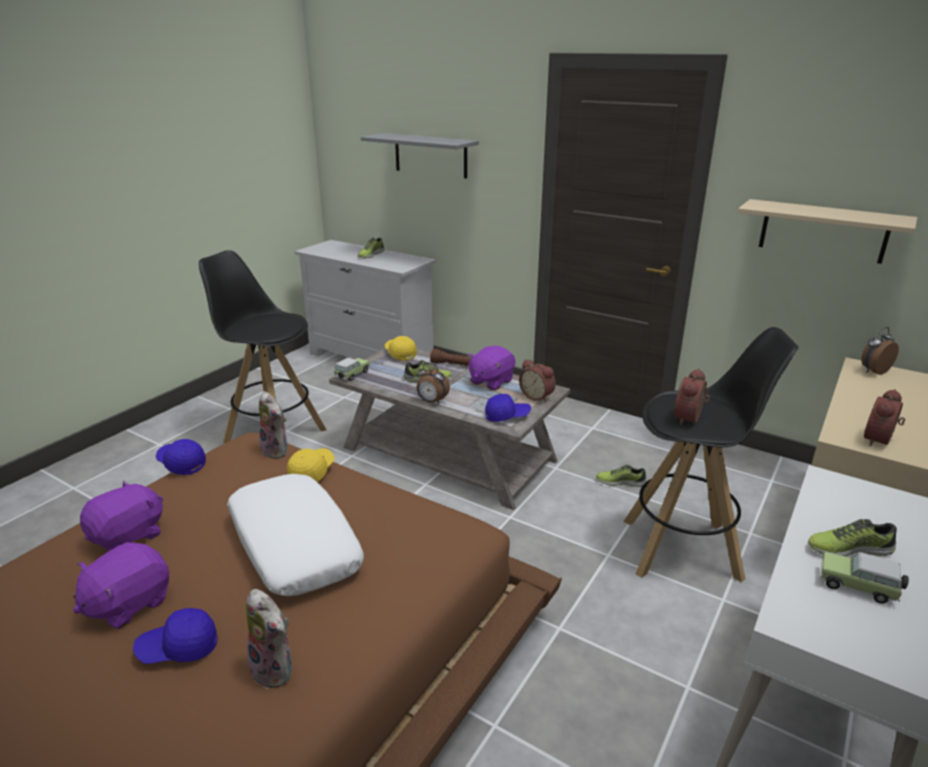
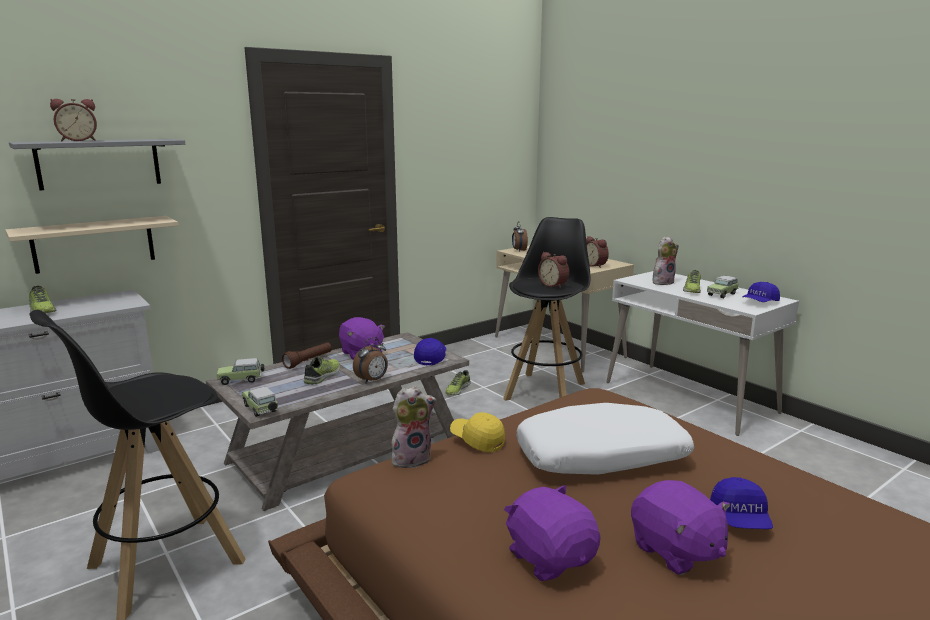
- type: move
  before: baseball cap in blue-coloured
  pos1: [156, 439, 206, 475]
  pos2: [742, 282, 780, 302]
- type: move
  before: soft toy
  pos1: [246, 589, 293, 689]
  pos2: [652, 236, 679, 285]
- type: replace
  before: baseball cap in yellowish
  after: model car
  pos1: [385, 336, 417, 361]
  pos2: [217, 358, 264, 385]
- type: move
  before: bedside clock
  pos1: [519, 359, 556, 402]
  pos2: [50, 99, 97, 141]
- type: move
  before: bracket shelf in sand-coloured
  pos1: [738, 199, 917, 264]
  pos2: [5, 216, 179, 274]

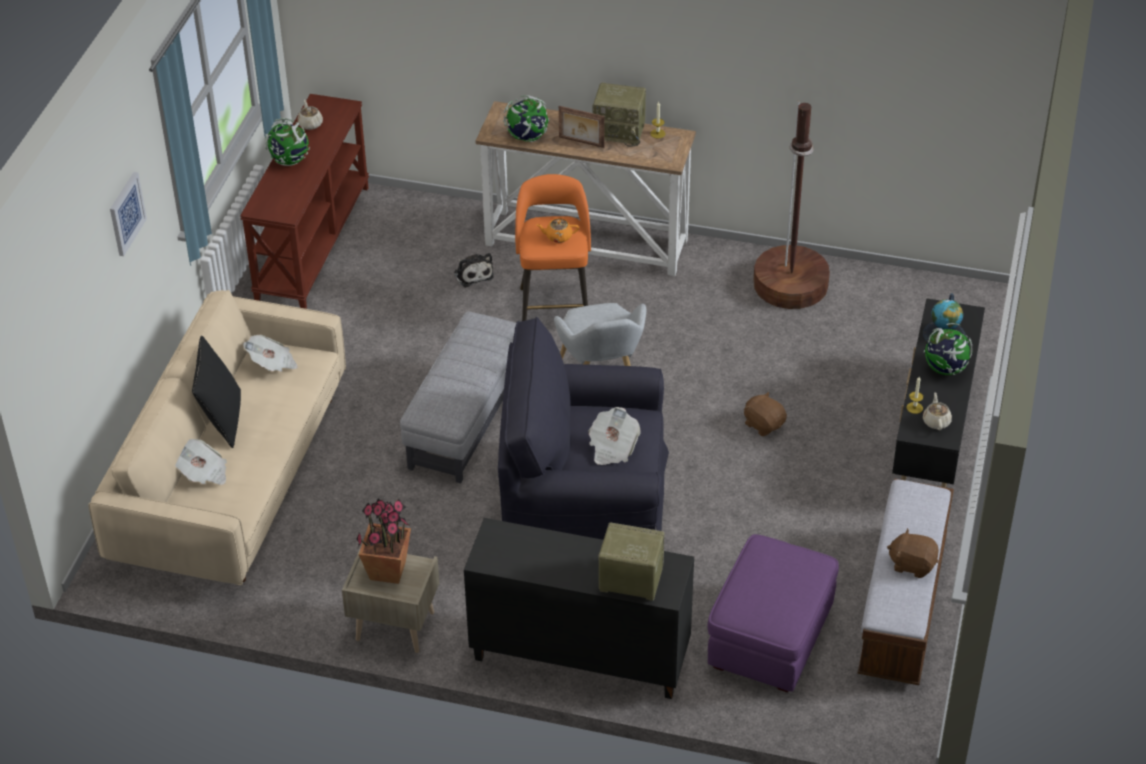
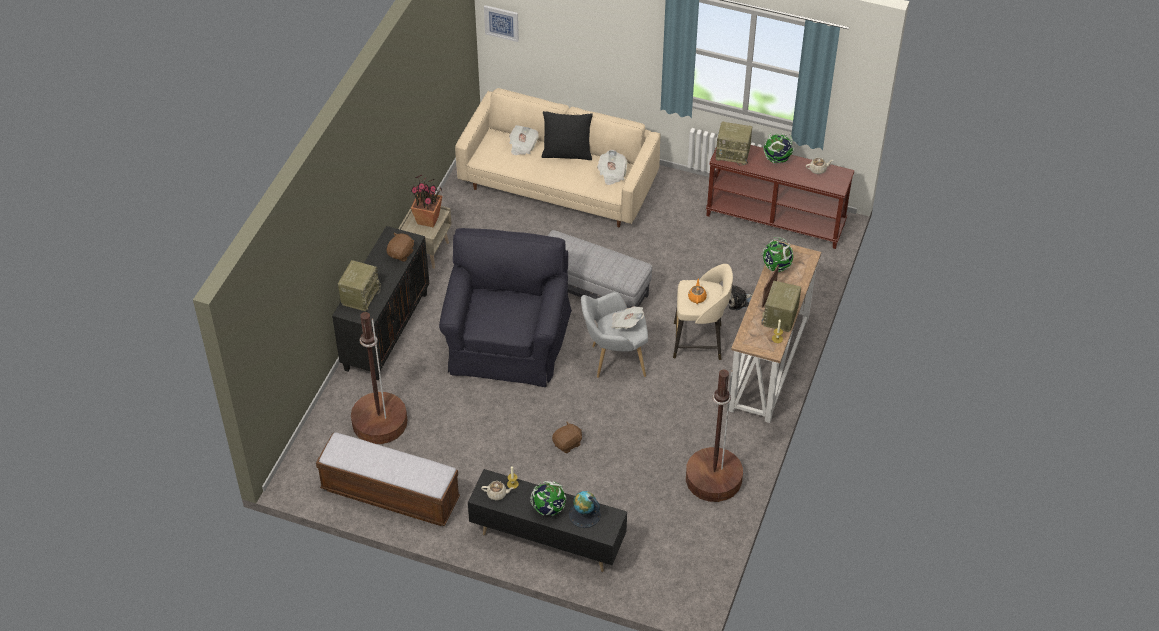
- type: move
  before: wall picture
  pos1: [110, 172, 147, 256]
  pos2: [484, 5, 519, 42]
- type: recolor
  before: stool in orange
  after: stool in sand-coloured
  pos1: [515, 174, 591, 321]
  pos2: [673, 264, 733, 360]
- type: move
  before: printed paper
  pos1: [589, 407, 641, 465]
  pos2: [612, 306, 644, 329]
- type: replace
  before: footrest in purple
  after: standard lamp in brownish
  pos1: [707, 534, 839, 692]
  pos2: [351, 312, 407, 444]
- type: move
  before: soft toy in brownish
  pos1: [887, 528, 939, 578]
  pos2: [386, 233, 414, 262]
- type: insert
  after: radio
  pos2: [716, 121, 752, 166]

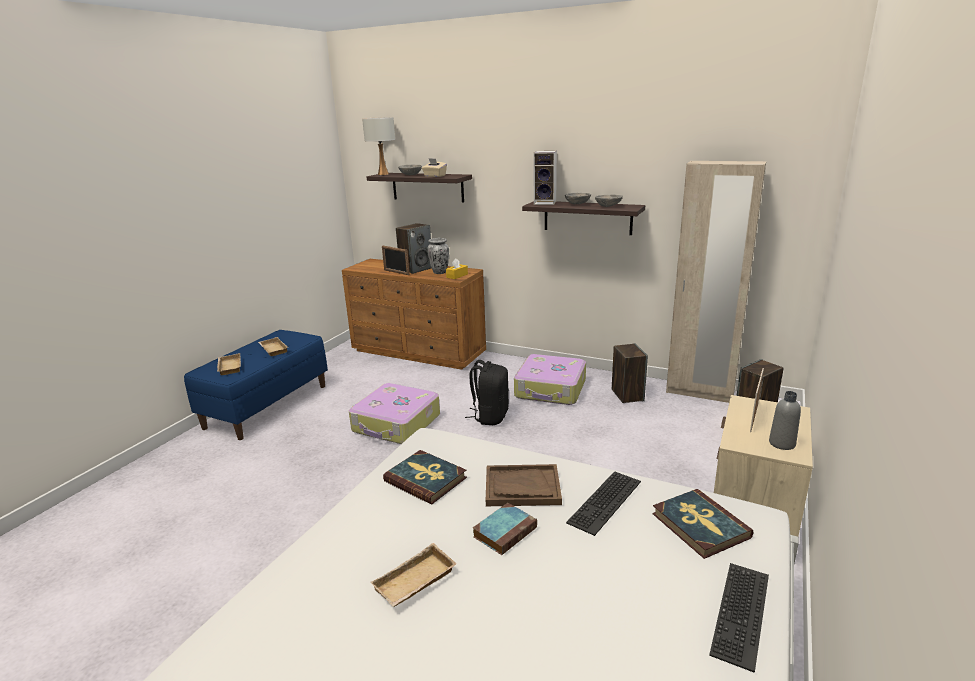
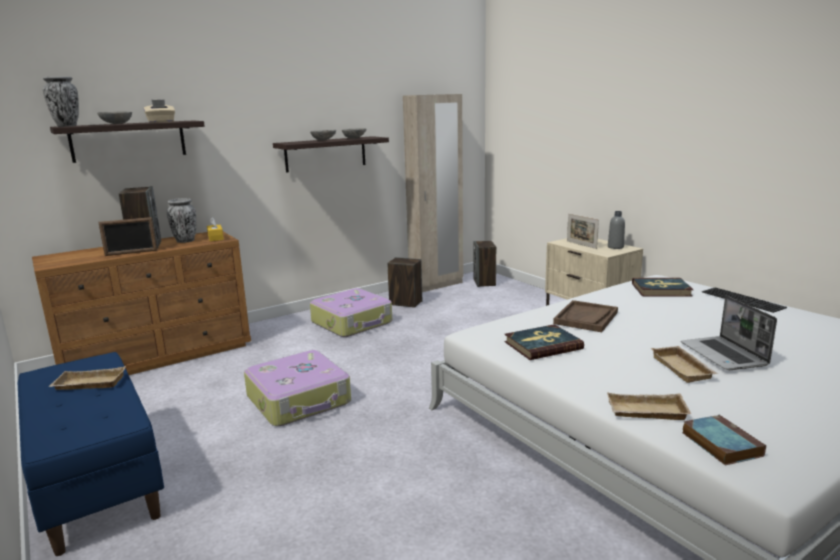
- type: move
  before: carrying tray in sand-coloured
  pos1: [217, 353, 241, 375]
  pos2: [607, 393, 691, 420]
- type: replace
  before: lamp for a table in whitish
  after: decorative vase
  pos1: [362, 117, 395, 175]
  pos2: [43, 76, 79, 127]
- type: delete
  before: knapsack in black
  pos1: [465, 360, 509, 425]
- type: move
  before: bound book
  pos1: [473, 503, 537, 555]
  pos2: [682, 415, 766, 465]
- type: delete
  before: speaker
  pos1: [533, 151, 557, 205]
- type: delete
  before: PC keyboard
  pos1: [566, 471, 641, 536]
- type: insert
  after: portable computer
  pos2: [681, 296, 777, 370]

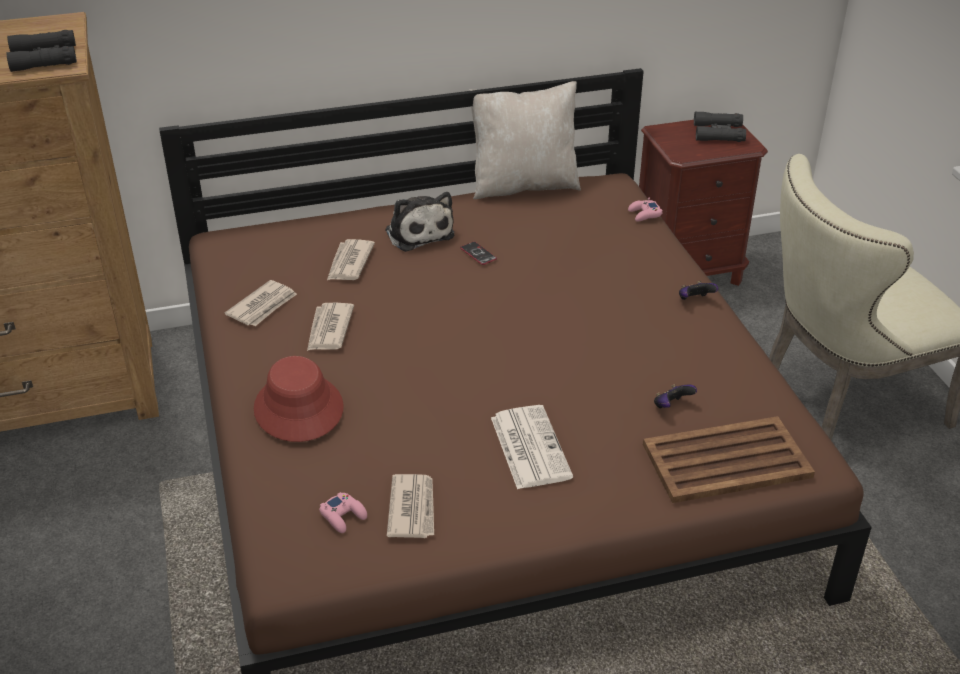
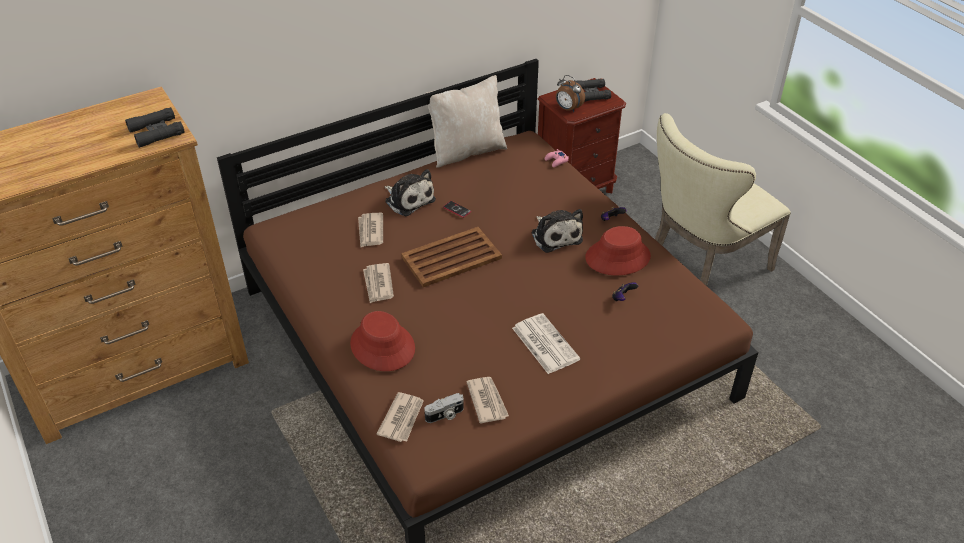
- type: move
  before: printed paper
  pos1: [225, 280, 297, 326]
  pos2: [377, 392, 424, 442]
- type: replace
  before: joypad in pink
  after: still camera
  pos1: [319, 492, 367, 533]
  pos2: [424, 393, 464, 423]
- type: move
  before: carrying tray in brownish
  pos1: [643, 416, 815, 503]
  pos2: [401, 227, 502, 287]
- type: insert
  after: soft toy
  pos2: [531, 209, 583, 253]
- type: insert
  after: bedside clock
  pos2: [555, 75, 585, 112]
- type: insert
  after: wearable hat in reddish
  pos2: [585, 226, 651, 276]

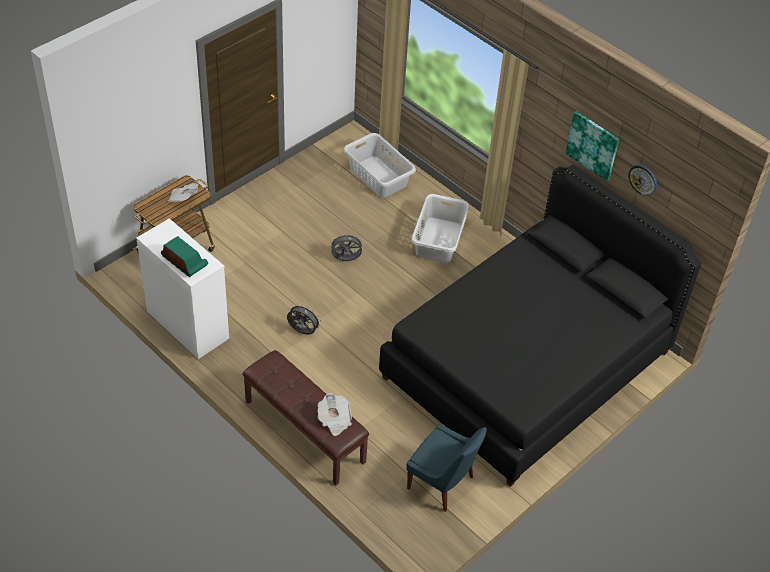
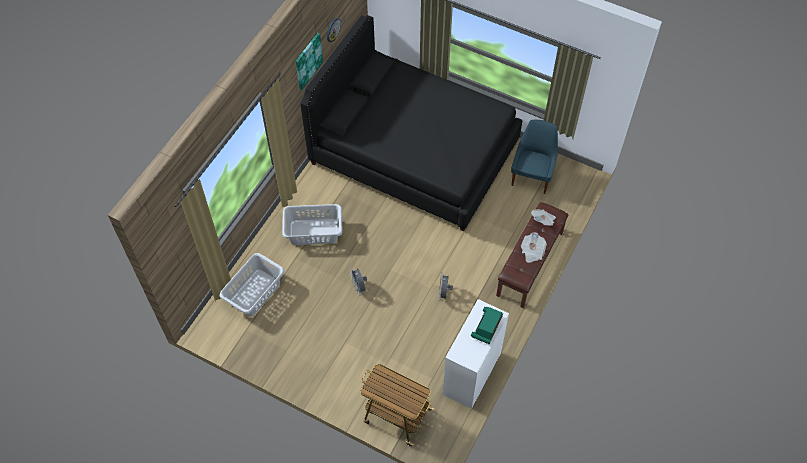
- type: move
  before: printed paper
  pos1: [168, 183, 199, 202]
  pos2: [521, 233, 547, 263]

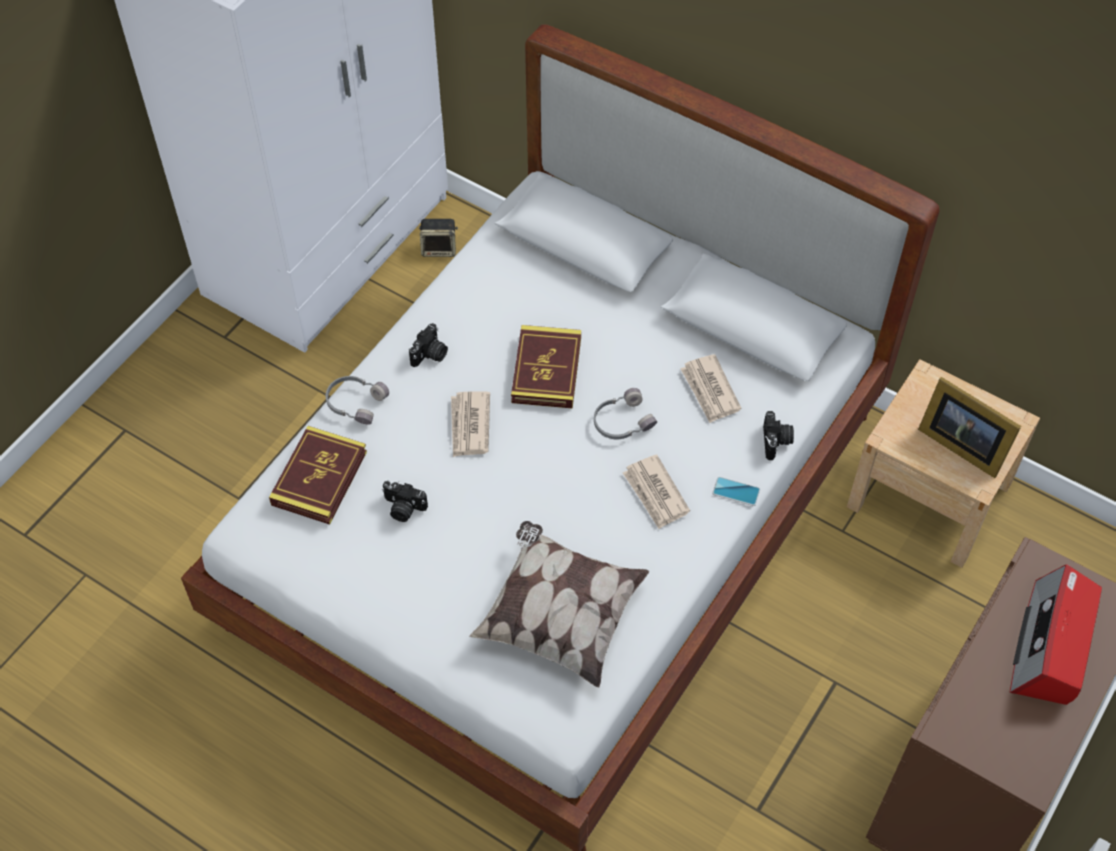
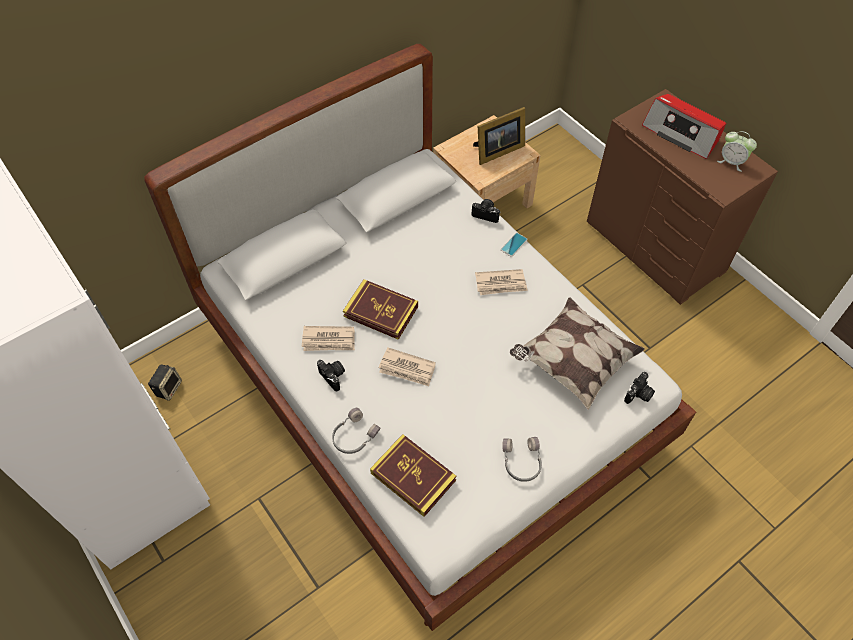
- type: move
  before: still camera
  pos1: [382, 481, 428, 522]
  pos2: [624, 372, 655, 404]
- type: move
  before: headphones in greyish
  pos1: [594, 388, 657, 439]
  pos2: [502, 437, 542, 482]
- type: move
  before: printed paper
  pos1: [681, 354, 741, 423]
  pos2: [302, 326, 355, 351]
- type: insert
  after: bedside clock
  pos2: [717, 131, 757, 172]

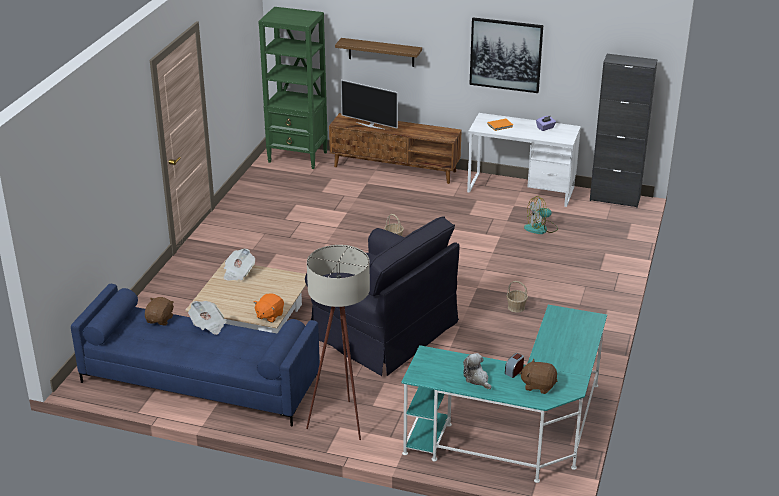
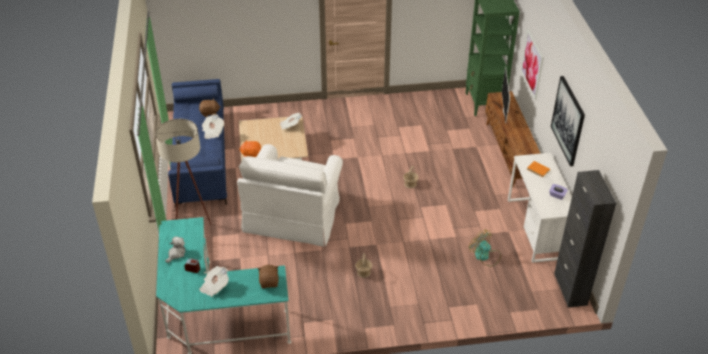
- type: recolor
  before: armchair in black
  after: armchair in whitish
  pos1: [305, 216, 460, 376]
  pos2: [237, 144, 343, 246]
- type: replace
  before: bracket shelf
  after: wall picture
  pos1: [335, 38, 422, 67]
  pos2: [521, 29, 544, 100]
- type: move
  before: soft toy in brownish
  pos1: [519, 359, 557, 394]
  pos2: [257, 265, 279, 288]
- type: insert
  after: printed paper
  pos2: [199, 266, 229, 297]

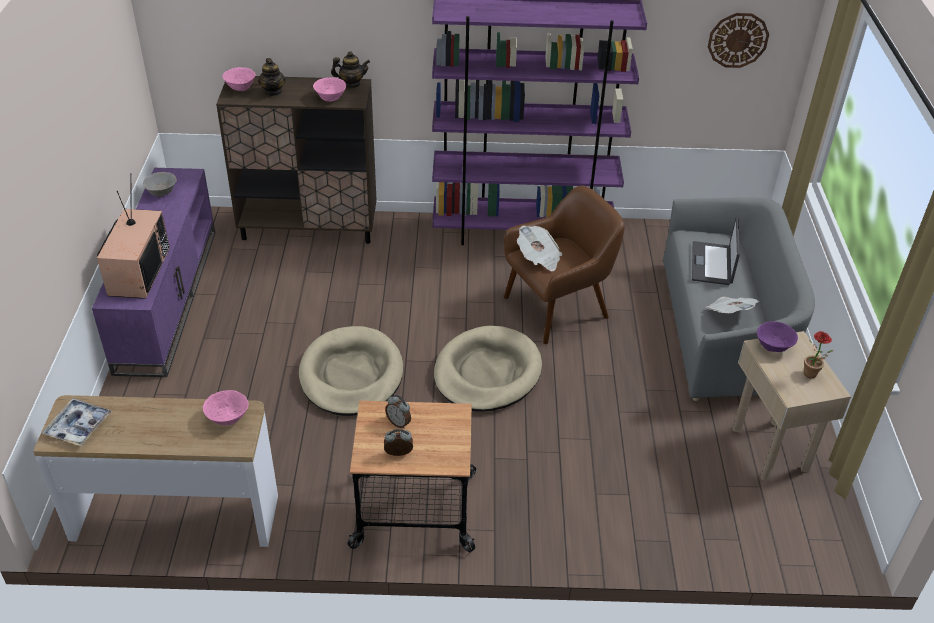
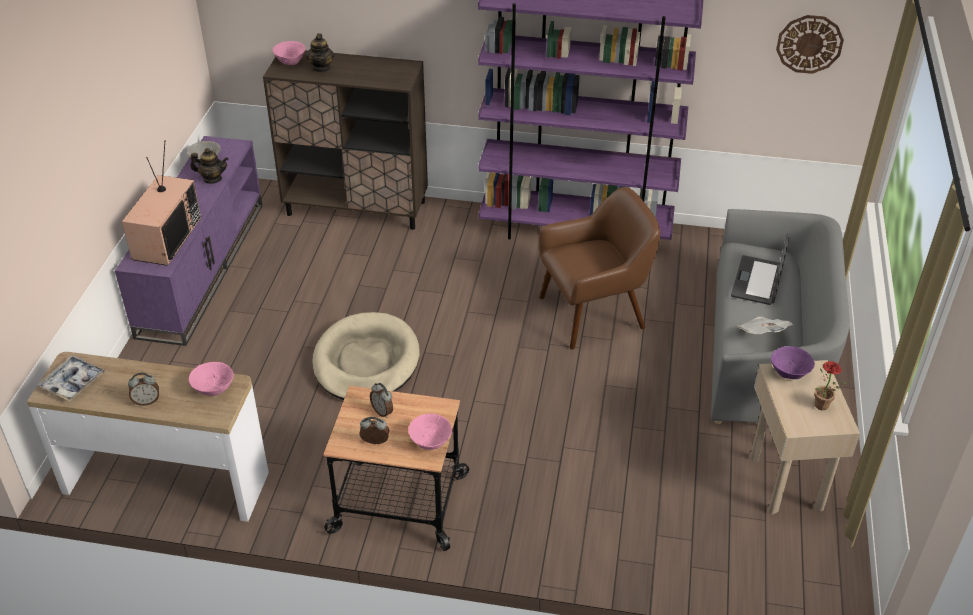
- type: move
  before: bowl in pink
  pos1: [313, 77, 346, 102]
  pos2: [408, 413, 452, 450]
- type: move
  before: teapot
  pos1: [331, 51, 370, 88]
  pos2: [190, 148, 228, 184]
- type: delete
  before: dog cushion in sand-coloured
  pos1: [434, 326, 542, 412]
- type: delete
  before: printed paper
  pos1: [517, 226, 562, 271]
- type: insert
  after: bedside clock
  pos2: [128, 373, 159, 406]

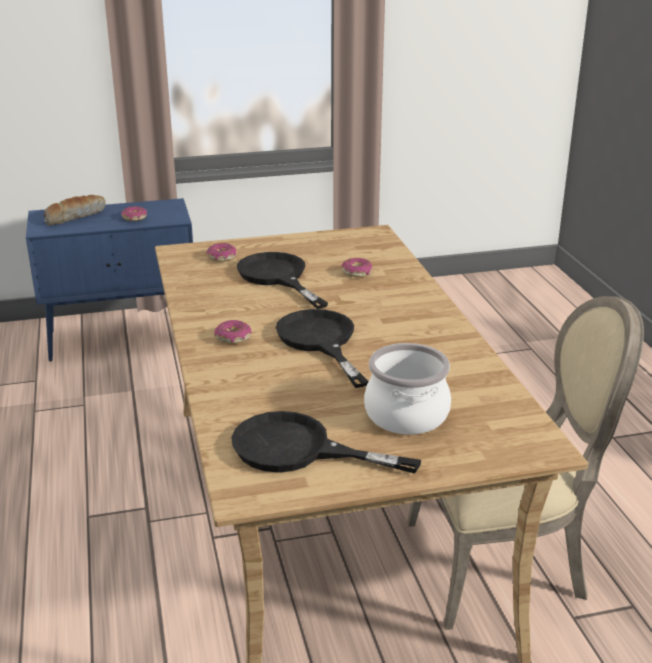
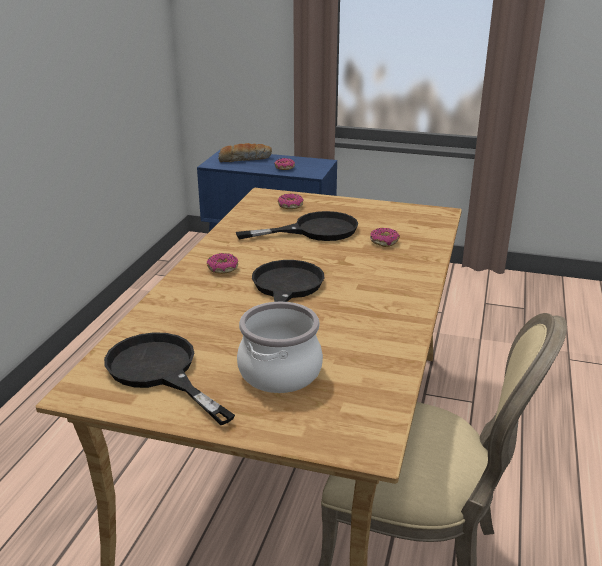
- type: rotate
  before: skillet in black
  pos1: [237, 252, 328, 309]
  pos2: [236, 211, 358, 241]
  turn: 75

